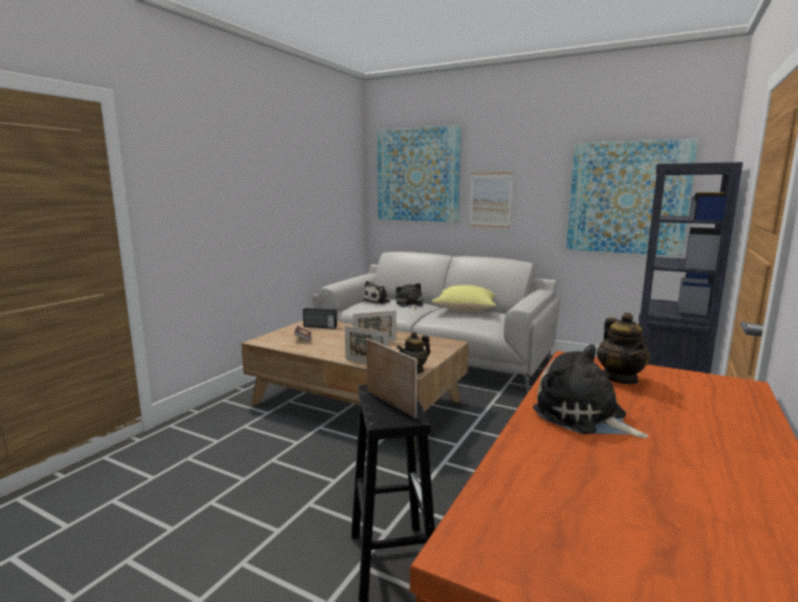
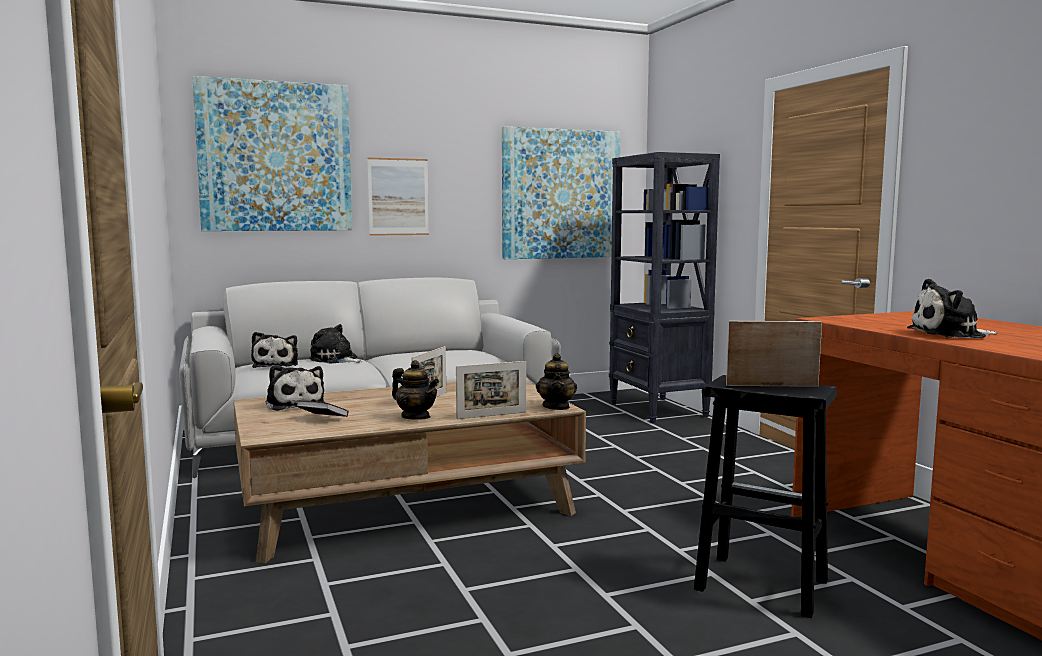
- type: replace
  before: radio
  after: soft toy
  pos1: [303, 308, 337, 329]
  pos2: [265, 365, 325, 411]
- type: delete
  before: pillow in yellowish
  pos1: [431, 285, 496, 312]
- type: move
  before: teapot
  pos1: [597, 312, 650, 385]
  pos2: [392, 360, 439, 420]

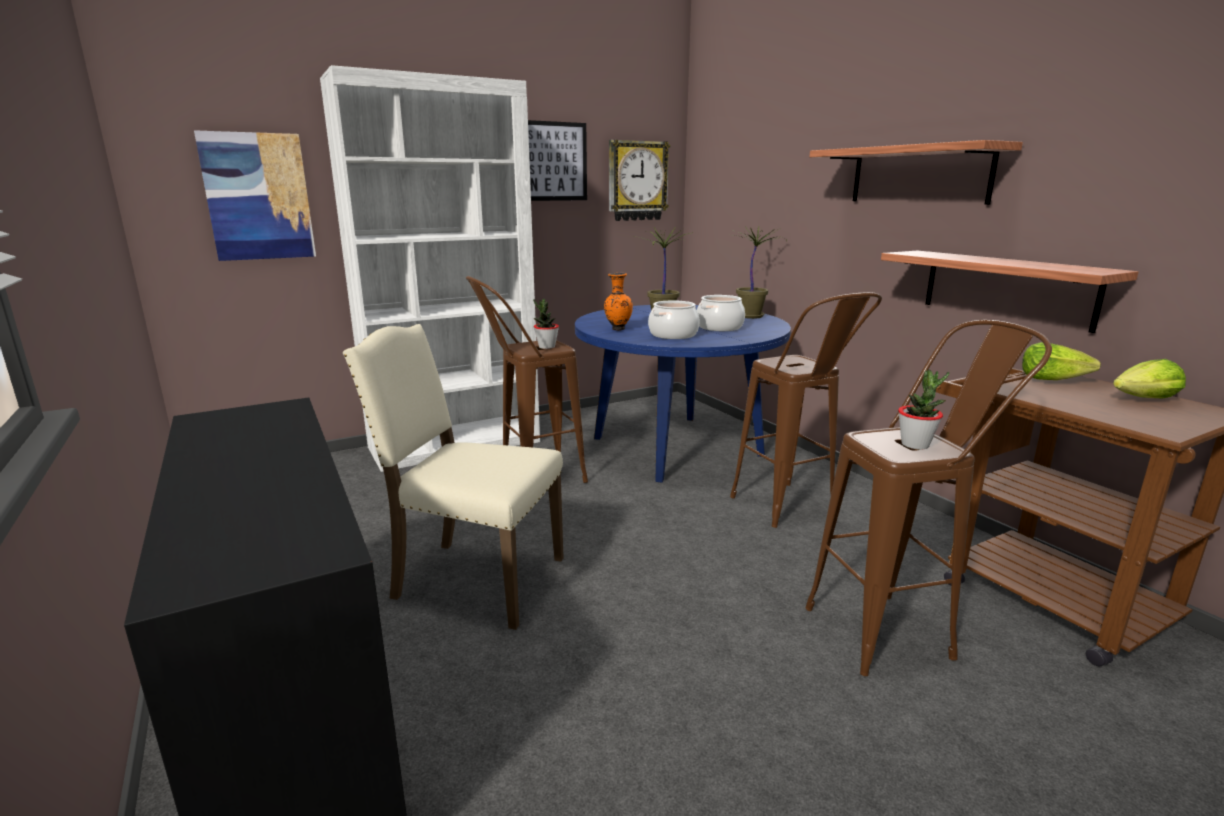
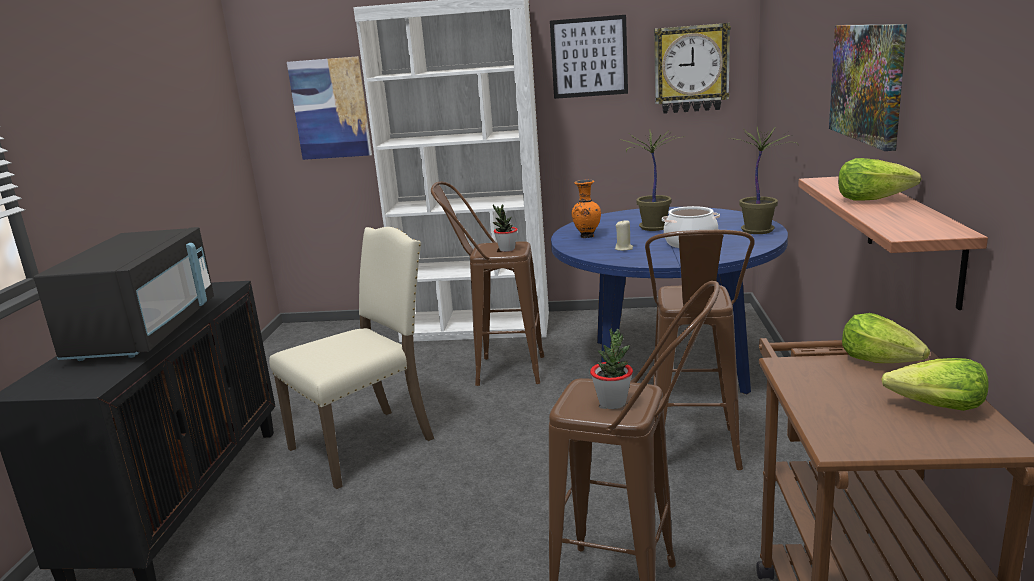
- type: rotate
  before: chair in sand-coloured
  pos1: [343, 324, 563, 630]
  pos2: [269, 227, 434, 489]
  turn: 90
- type: replace
  before: saucepot
  after: wax candle in sand-coloured
  pos1: [648, 300, 700, 339]
  pos2: [615, 221, 633, 251]
- type: replace
  before: bracket shelf
  after: wall picture
  pos1: [809, 140, 1023, 205]
  pos2: [829, 24, 907, 151]
- type: insert
  after: kitchen microwave in black
  pos2: [34, 227, 214, 361]
- type: insert
  after: head of lettuce
  pos2: [838, 158, 922, 201]

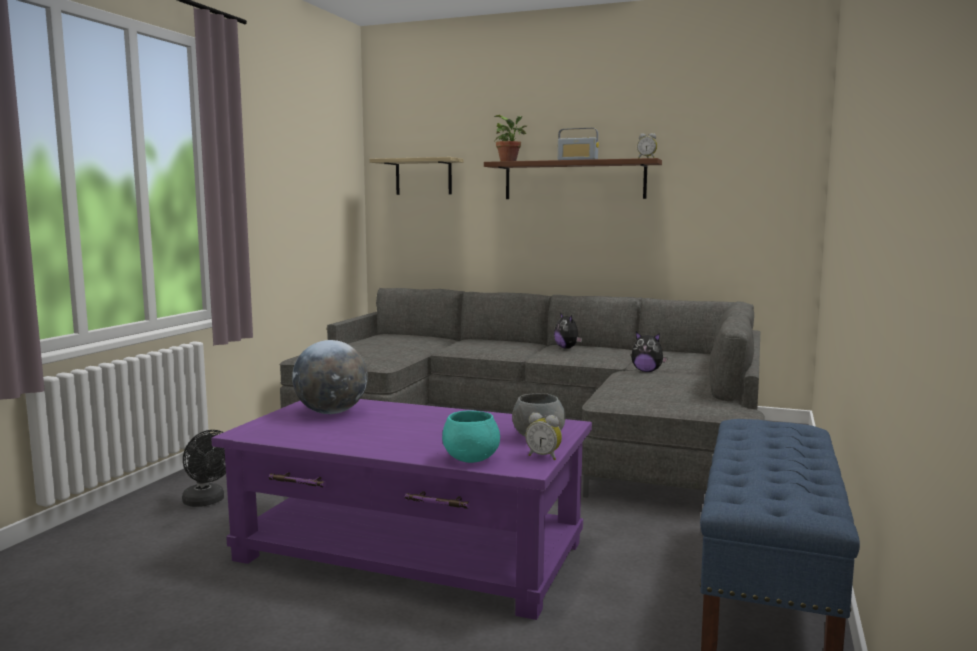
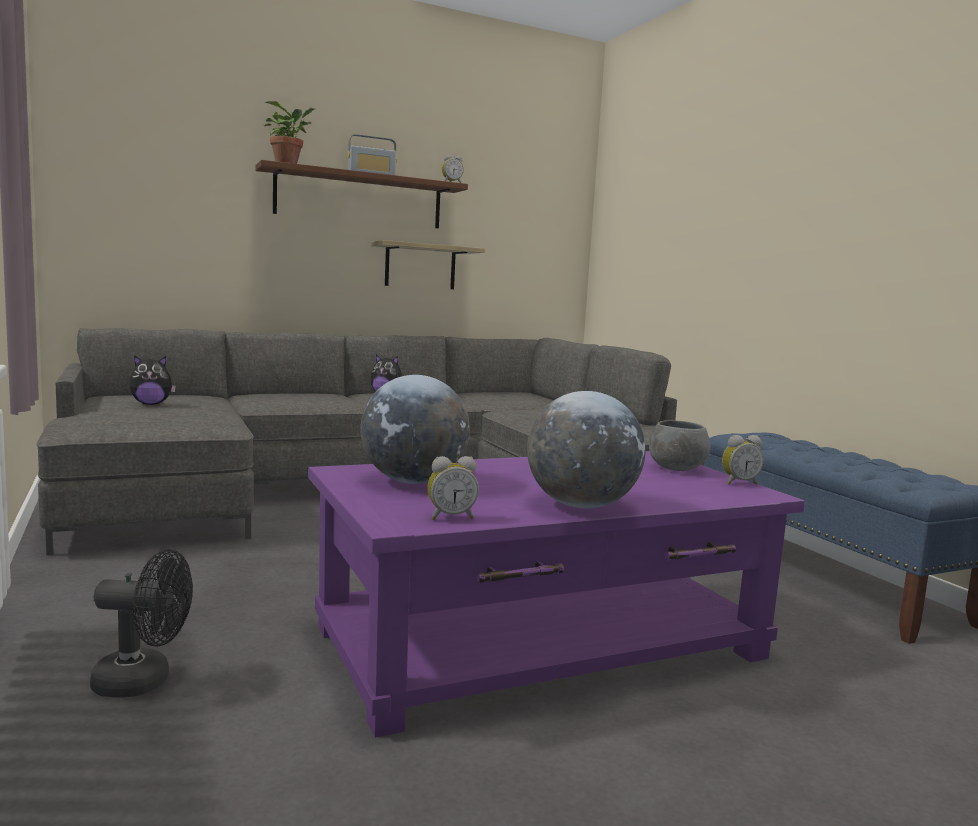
- type: move
  before: bracket shelf
  pos1: [369, 157, 463, 195]
  pos2: [371, 240, 485, 289]
- type: delete
  before: bowl in blue-green
  pos1: [442, 411, 500, 463]
- type: move
  before: soft toy
  pos1: [631, 332, 668, 372]
  pos2: [129, 355, 176, 405]
- type: insert
  after: bedside clock
  pos2: [427, 456, 479, 520]
- type: insert
  after: desk globe
  pos2: [527, 391, 646, 509]

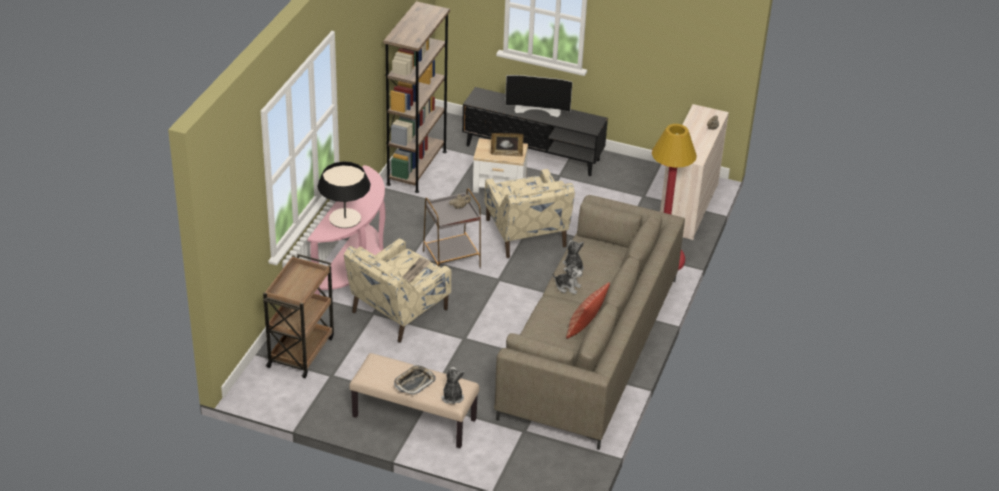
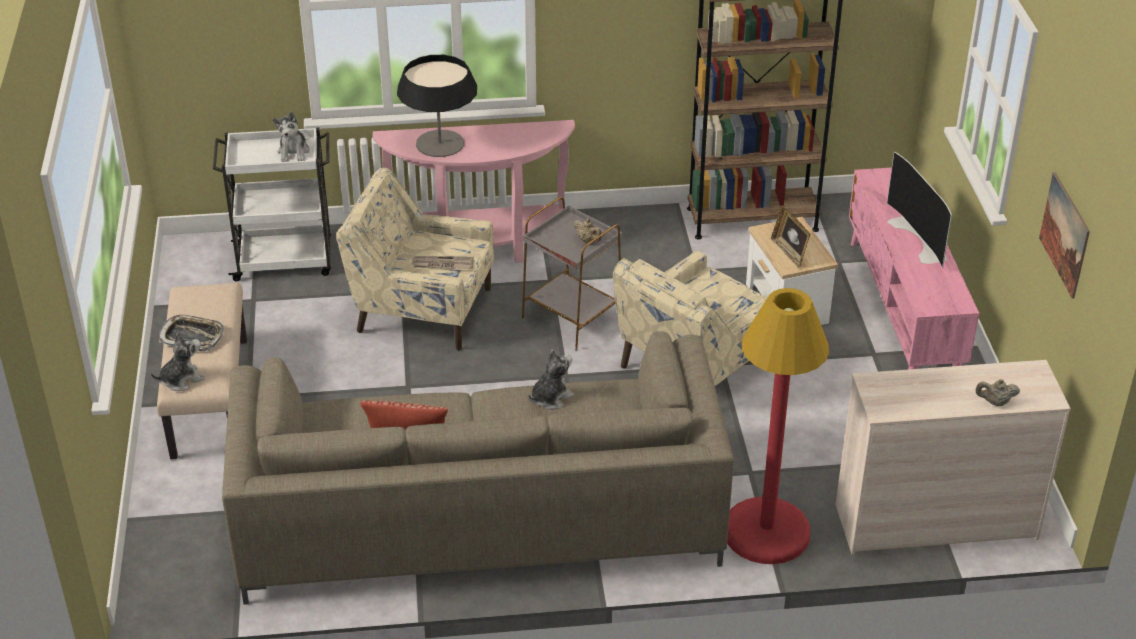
- type: recolor
  before: wheeled cart in brownish
  after: wheeled cart in whitish
  pos1: [263, 254, 334, 378]
  pos2: [213, 128, 331, 281]
- type: recolor
  before: tv unit in black
  after: tv unit in pink
  pos1: [462, 87, 608, 176]
  pos2: [849, 168, 979, 369]
- type: move
  before: soft toy
  pos1: [552, 261, 583, 294]
  pos2: [273, 112, 310, 162]
- type: insert
  after: wall picture
  pos2: [1039, 172, 1090, 299]

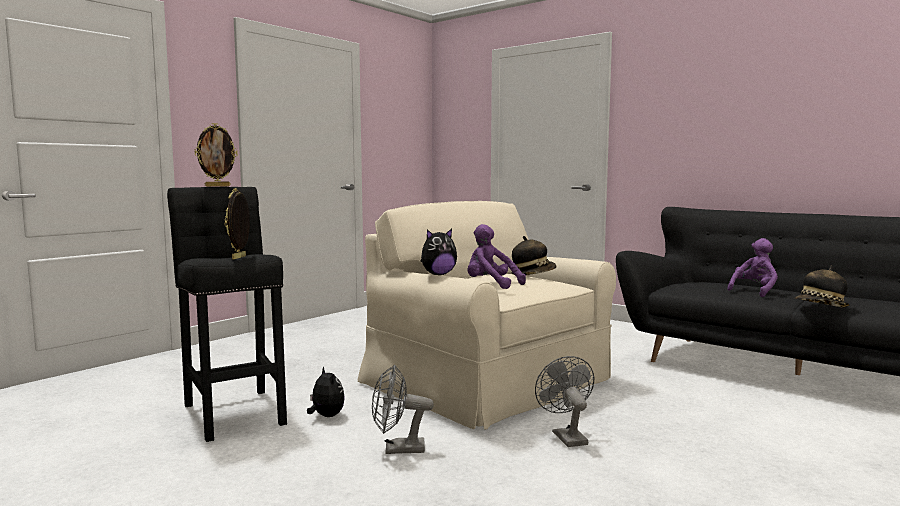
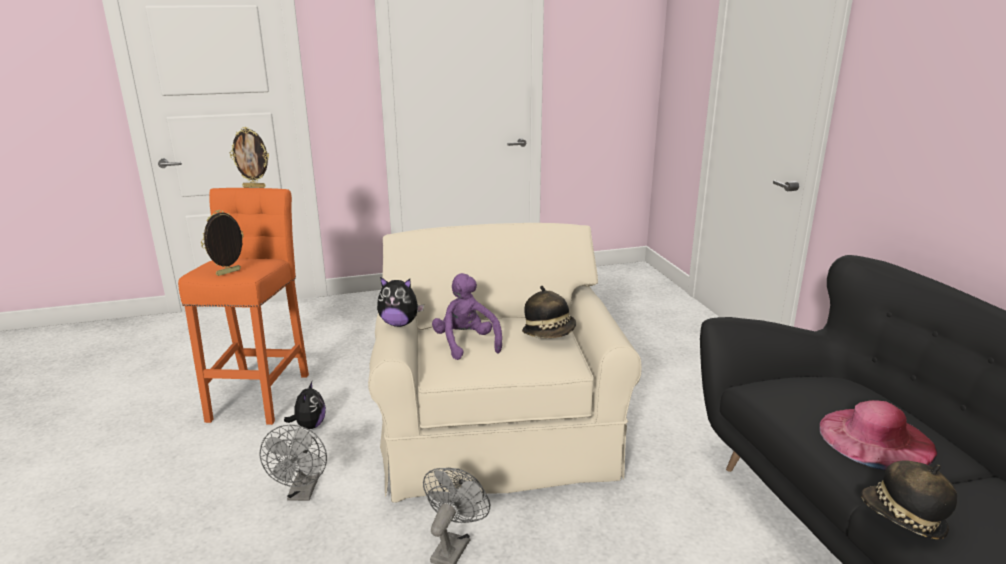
- type: recolor
  before: stool in black
  after: stool in orange
  pos1: [167, 187, 287, 442]
  pos2: [178, 188, 309, 425]
- type: rotate
  before: fan in greyish
  pos1: [372, 365, 434, 454]
  pos2: [260, 424, 327, 501]
  turn: -120
- type: replace
  before: soft toy in purple
  after: wearable hat in pink
  pos1: [727, 238, 778, 297]
  pos2: [820, 400, 938, 470]

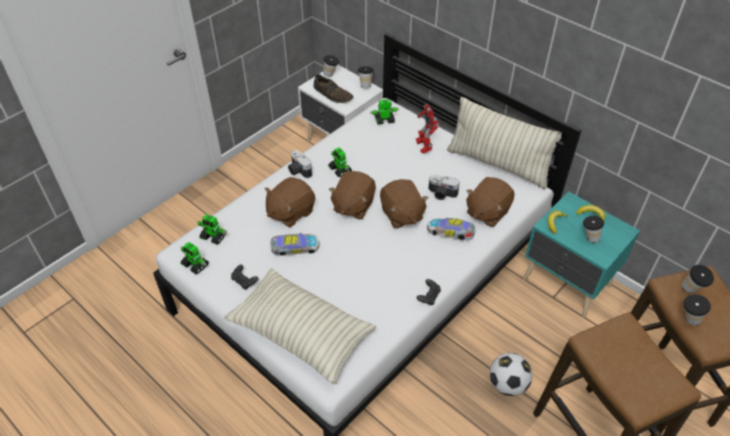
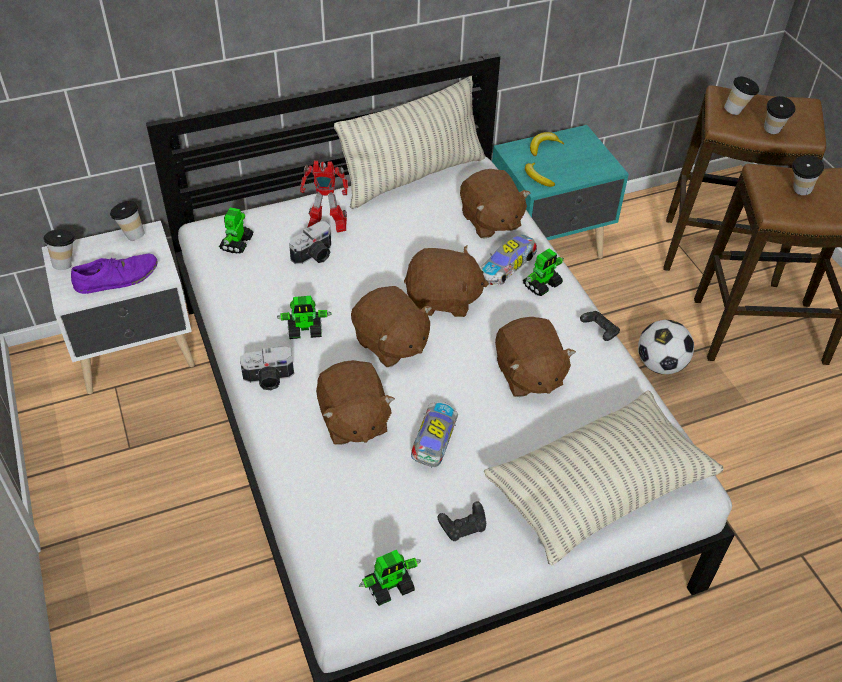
- type: move
  before: toy robot
  pos1: [197, 214, 227, 245]
  pos2: [523, 248, 564, 296]
- type: recolor
  before: low shoe in brownish
  after: low shoe in purple
  pos1: [314, 74, 353, 103]
  pos2: [71, 254, 158, 294]
- type: move
  before: still camera
  pos1: [428, 175, 460, 200]
  pos2: [289, 221, 331, 264]
- type: move
  before: cup
  pos1: [583, 216, 604, 243]
  pos2: [792, 155, 824, 195]
- type: insert
  after: soft toy in brownish
  pos2: [495, 317, 576, 397]

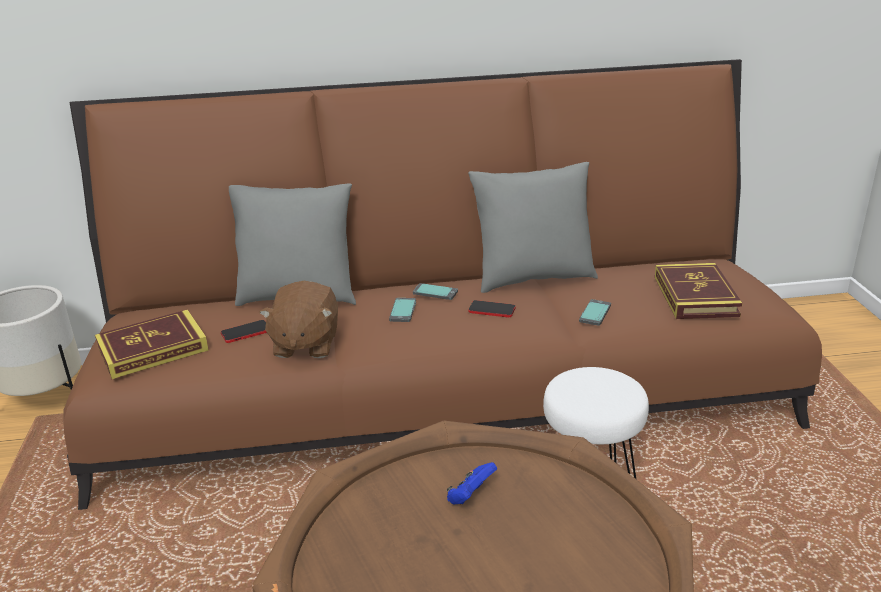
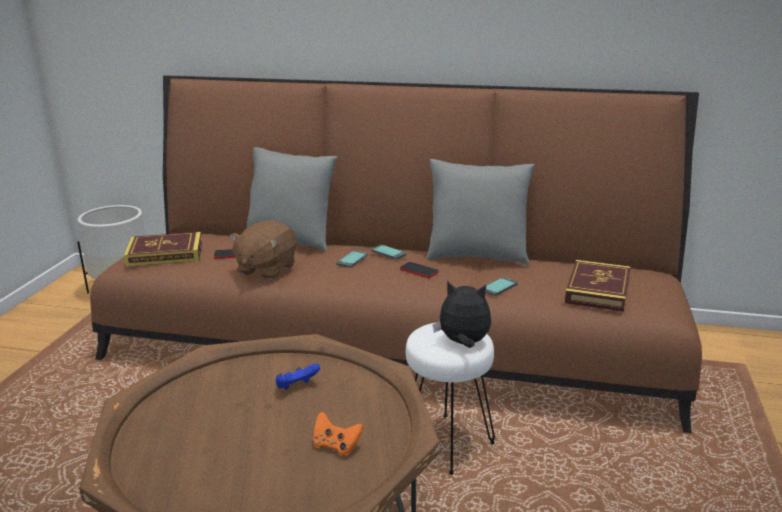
- type: insert
  after: joypad in orange
  pos2: [313, 412, 363, 456]
- type: insert
  after: soft toy
  pos2: [433, 280, 491, 348]

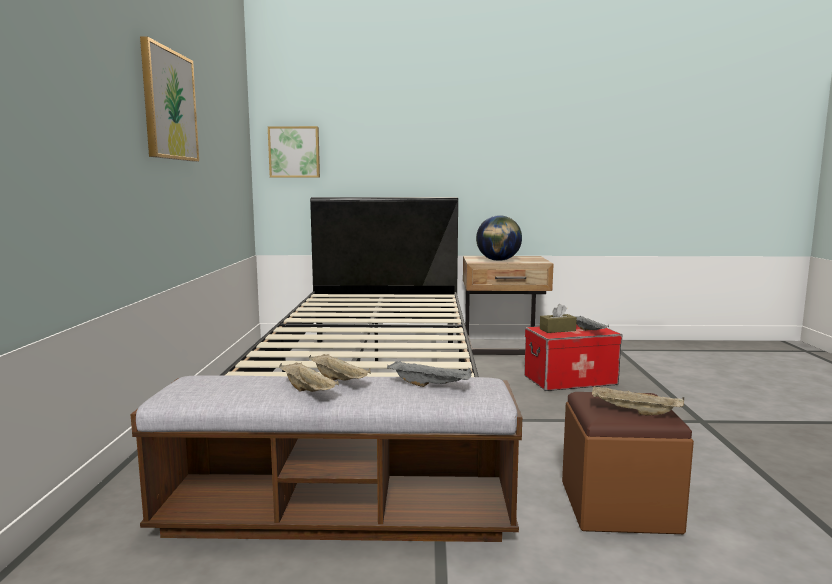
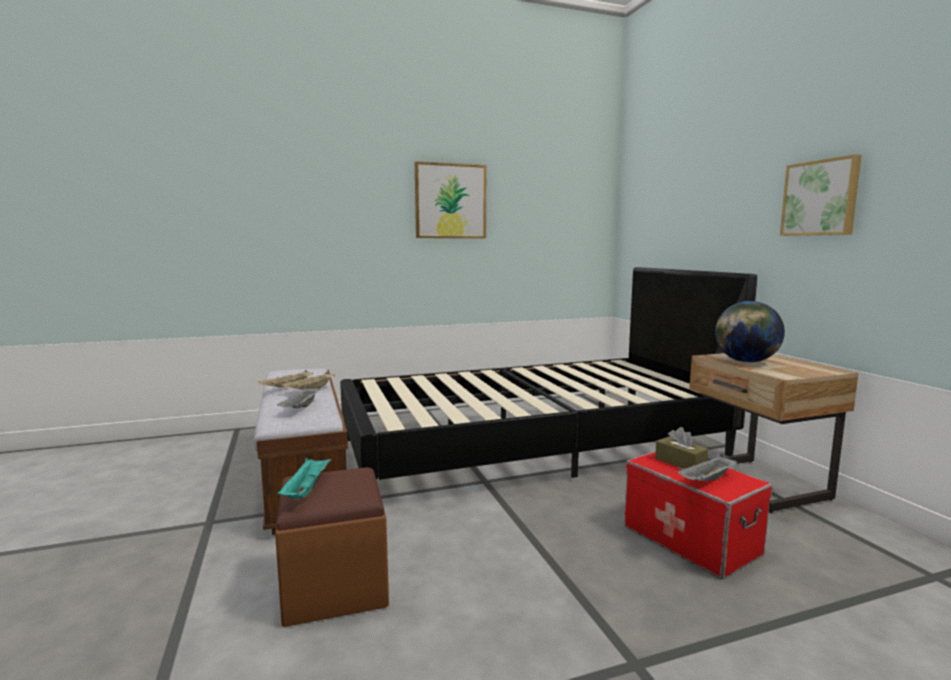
- type: move
  before: wall picture
  pos1: [268, 126, 320, 178]
  pos2: [780, 154, 862, 236]
- type: recolor
  before: carrying tray in sand-coloured
  after: carrying tray in blue-green
  pos1: [592, 385, 684, 415]
  pos2: [278, 457, 332, 498]

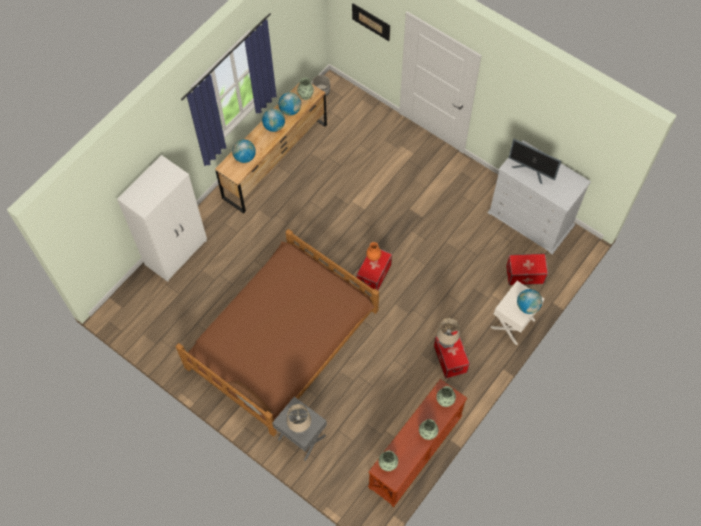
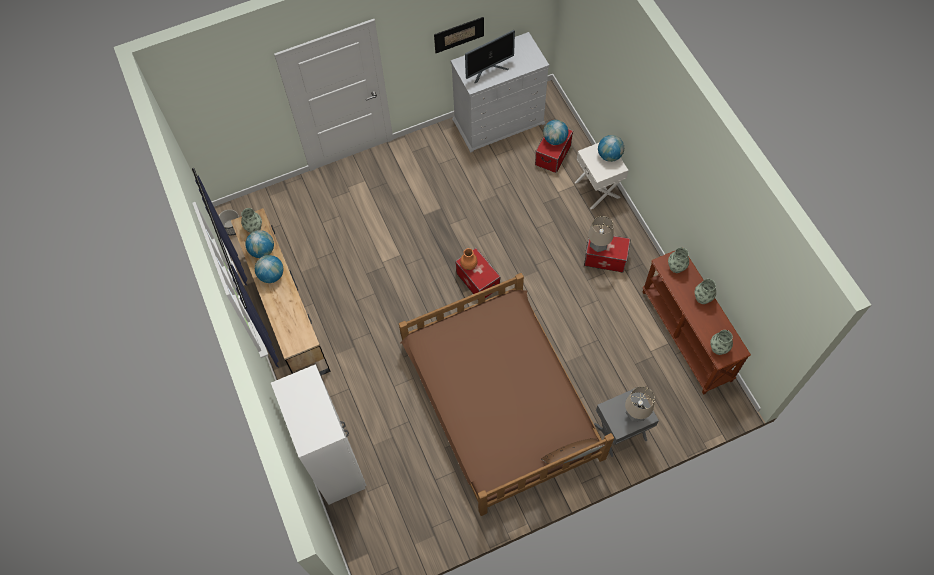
- type: move
  before: desk globe
  pos1: [232, 140, 256, 163]
  pos2: [543, 120, 568, 145]
- type: move
  before: wall picture
  pos1: [352, 3, 390, 41]
  pos2: [434, 17, 484, 53]

